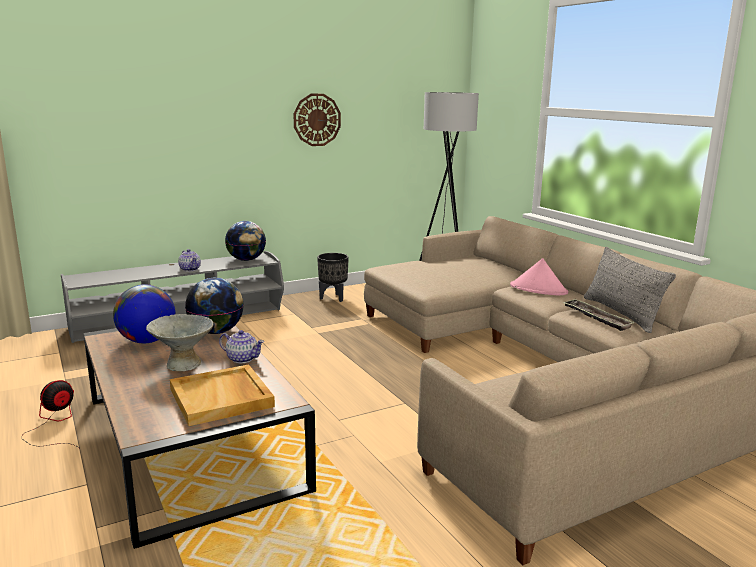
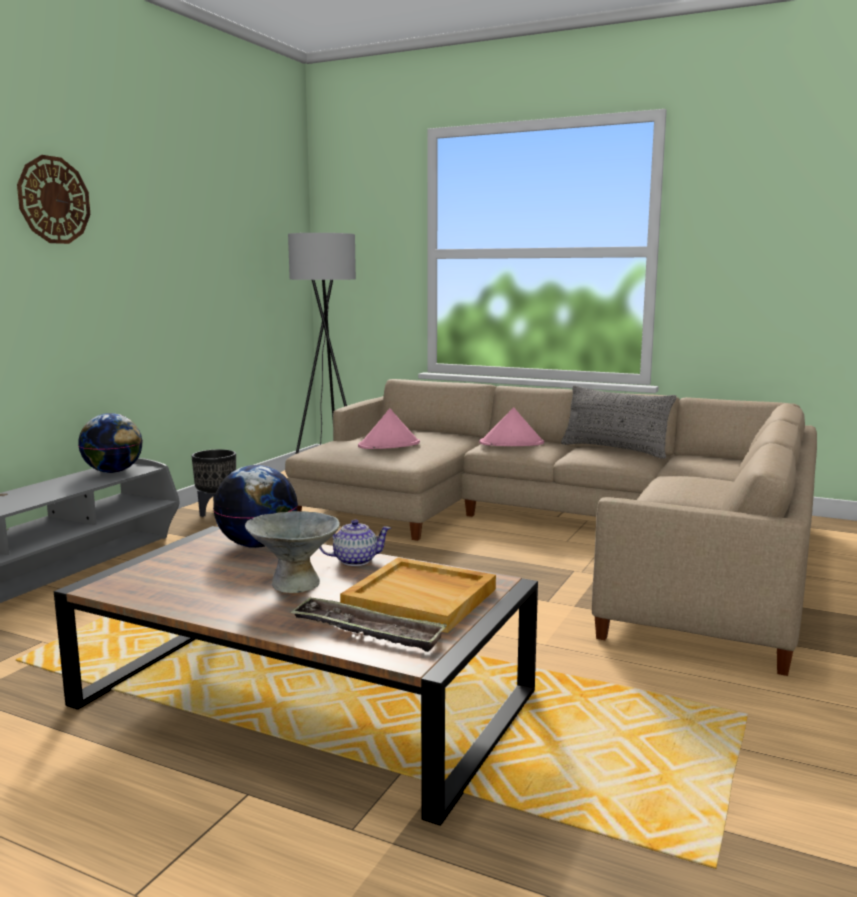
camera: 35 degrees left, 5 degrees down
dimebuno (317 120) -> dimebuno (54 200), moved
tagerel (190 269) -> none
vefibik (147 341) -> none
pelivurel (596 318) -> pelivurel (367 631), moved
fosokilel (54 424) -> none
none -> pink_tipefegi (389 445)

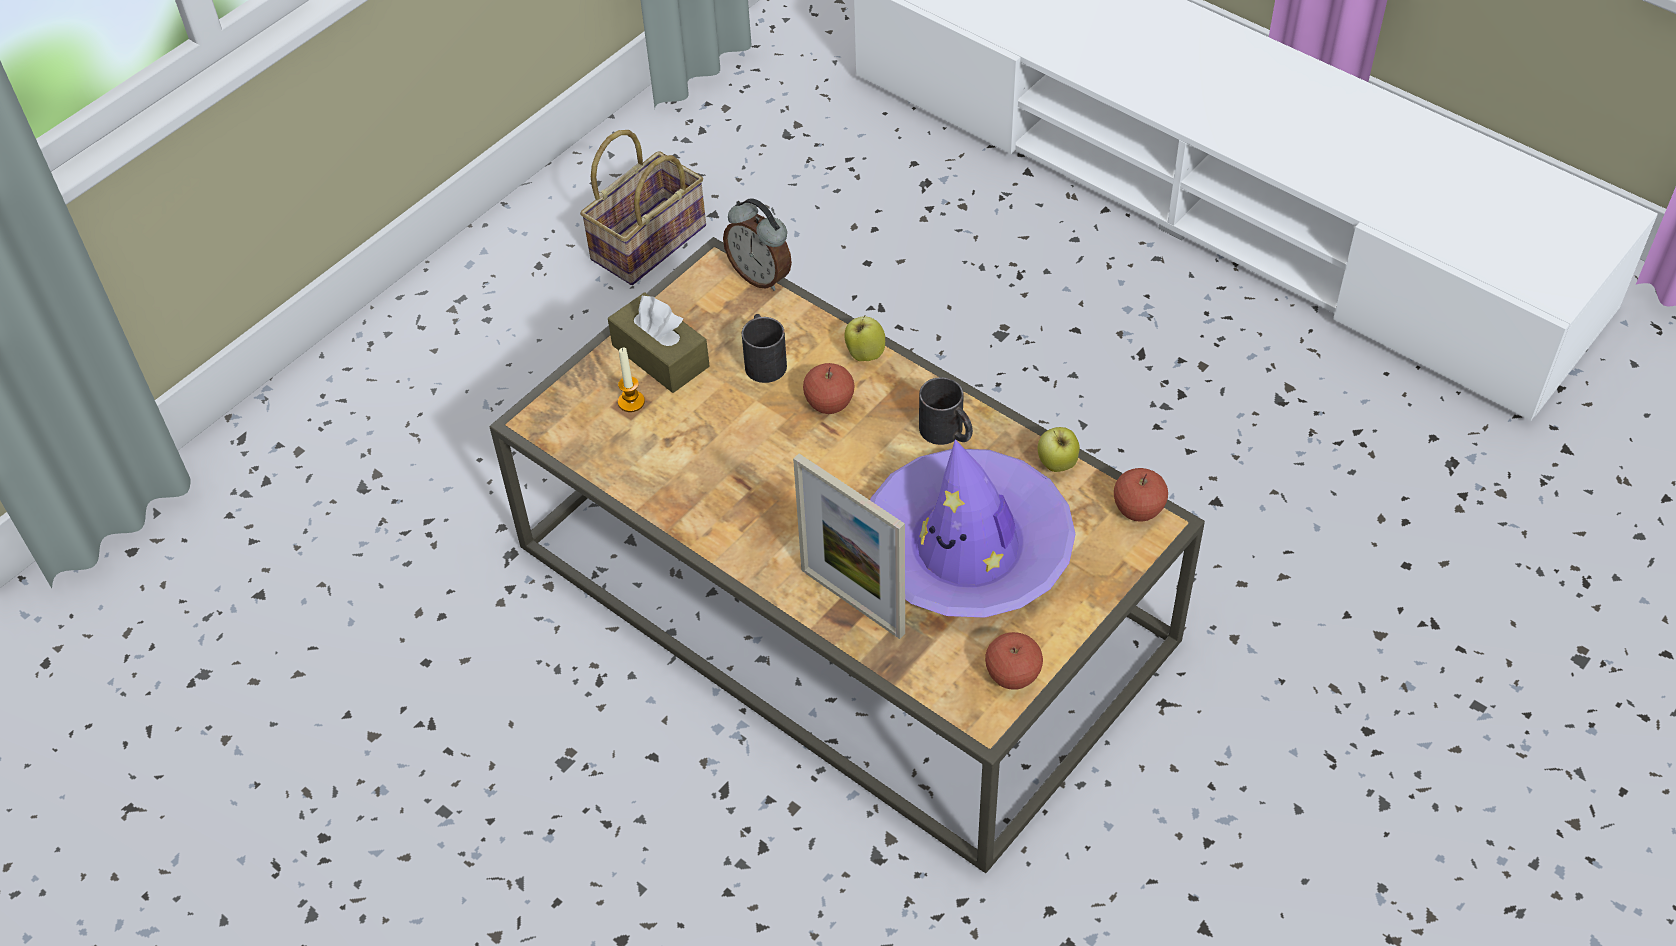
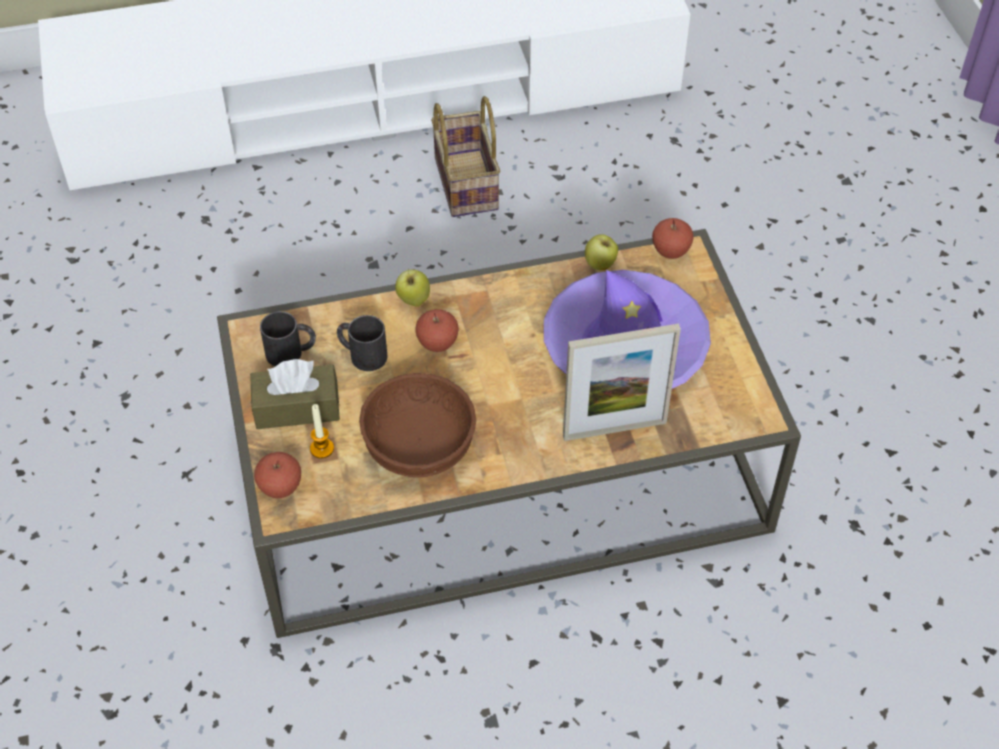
camera: 55 degrees left, 0 degrees up
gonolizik (649 240) -> gonolizik (463 182), moved
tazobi (761 276) -> none
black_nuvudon (947 433) -> black_nuvudon (291 352), moved
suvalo (1012 676) -> suvalo (280 487), moved
none -> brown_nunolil (417 445)

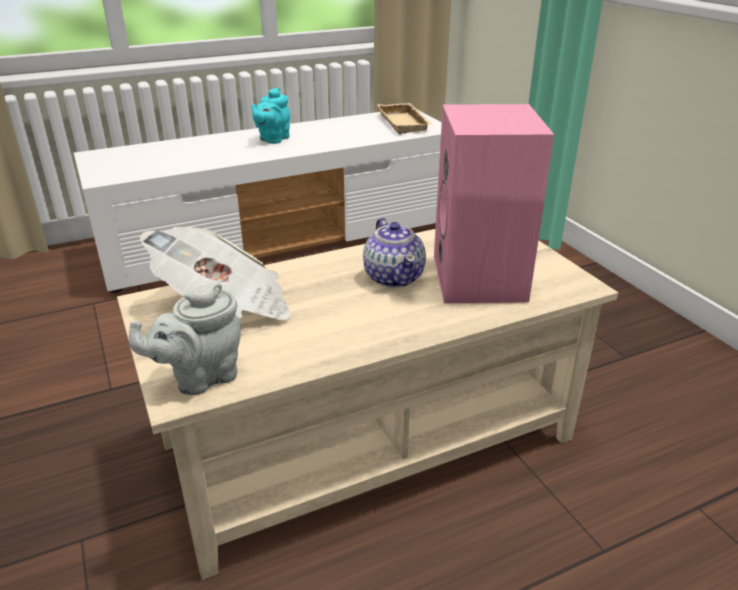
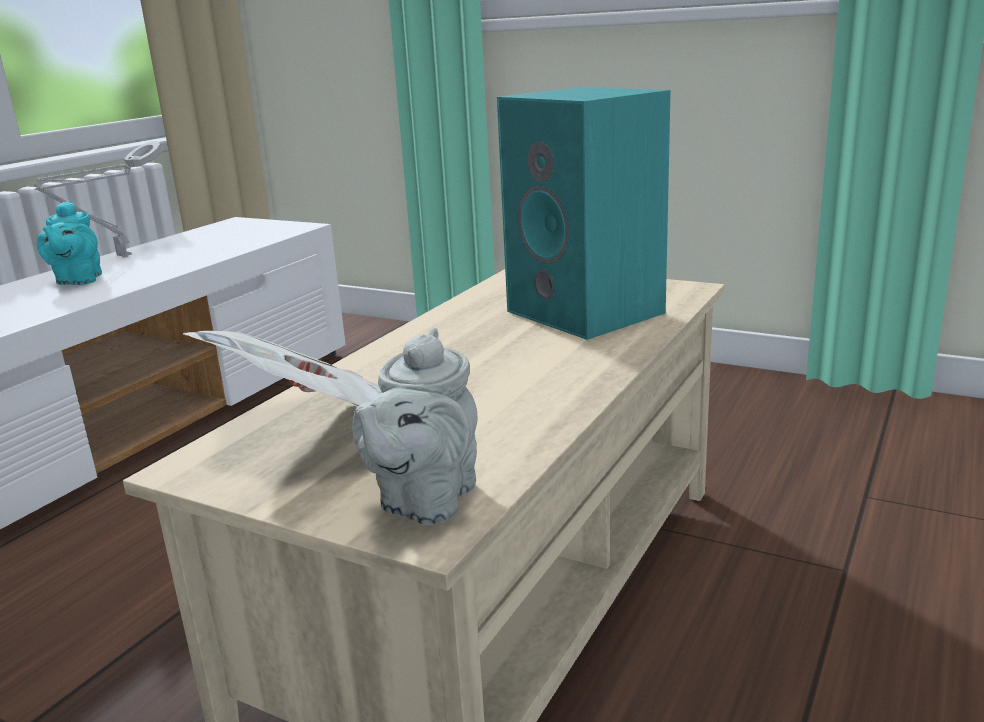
camera: 35 degrees left, 10 degrees down
beige_pelivurel (405 123) -> none
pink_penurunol (481 280) -> turquoise_penurunol (589 312)
tagerel (394 277) -> none
none -> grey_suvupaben (120 257)

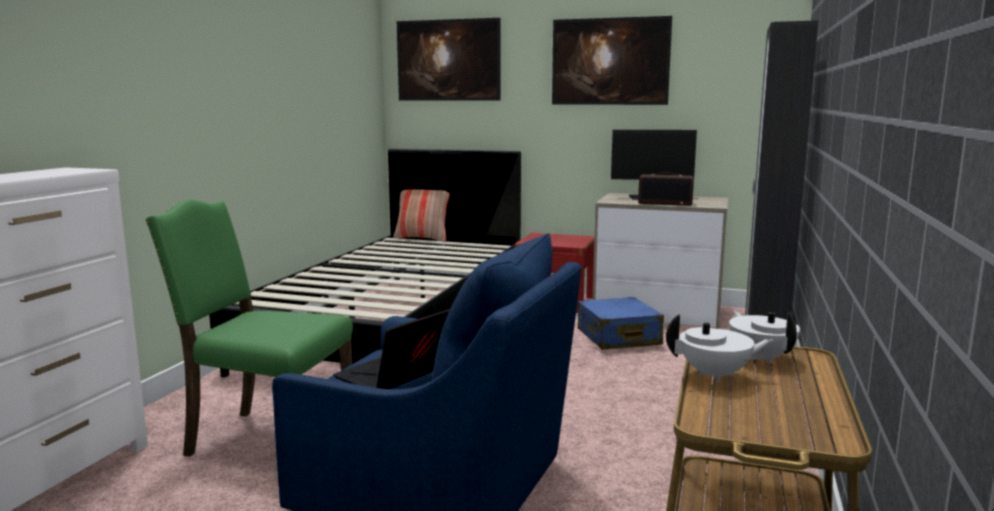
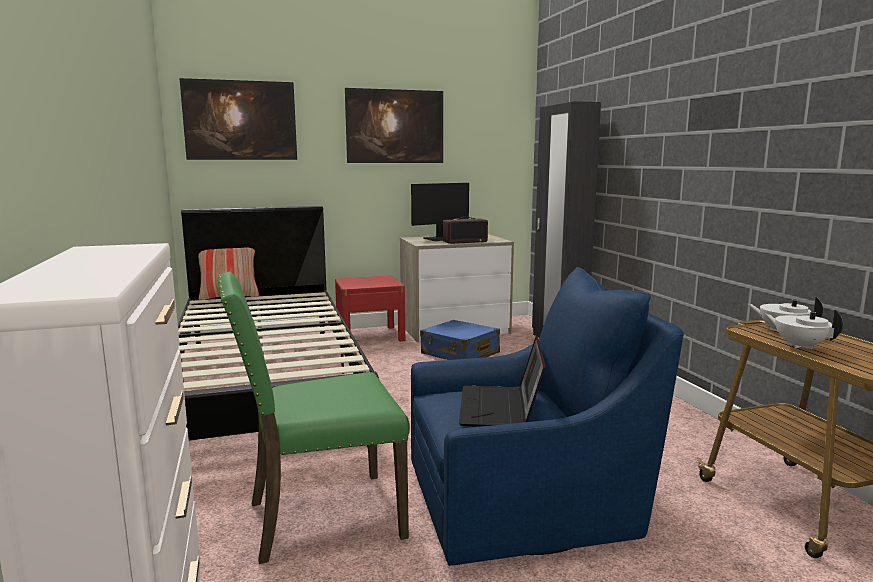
camera: 35 degrees left, 0 degrees up
white_tagerel (715 375) -> white_tagerel (799 346), 90 degrees counterclockwise

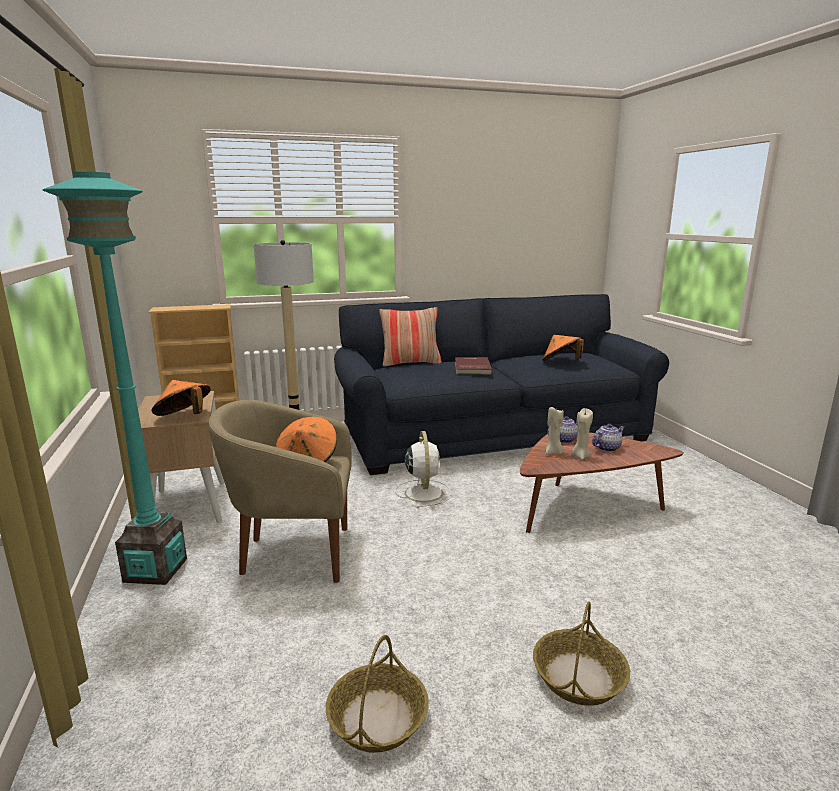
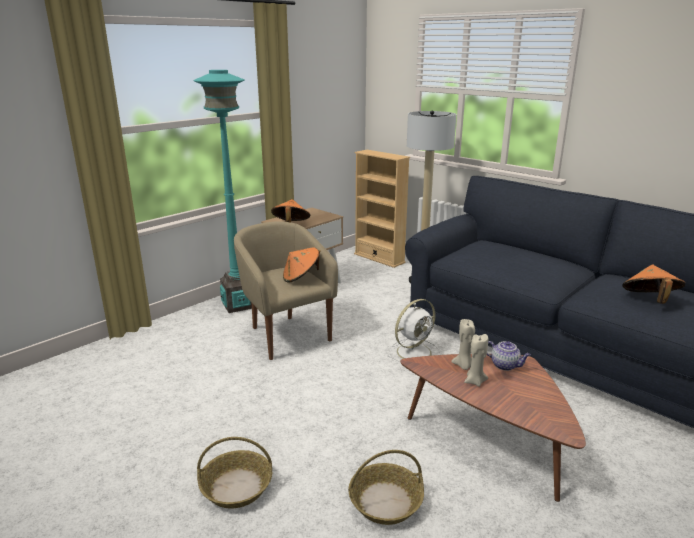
camera: 60 degrees right, 5 degrees up
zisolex (410 363) -> none
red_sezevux (471 368) -> none
tagerel (607 448) -> none
gonolizik (377 719) -> gonolizik (385 502), moved

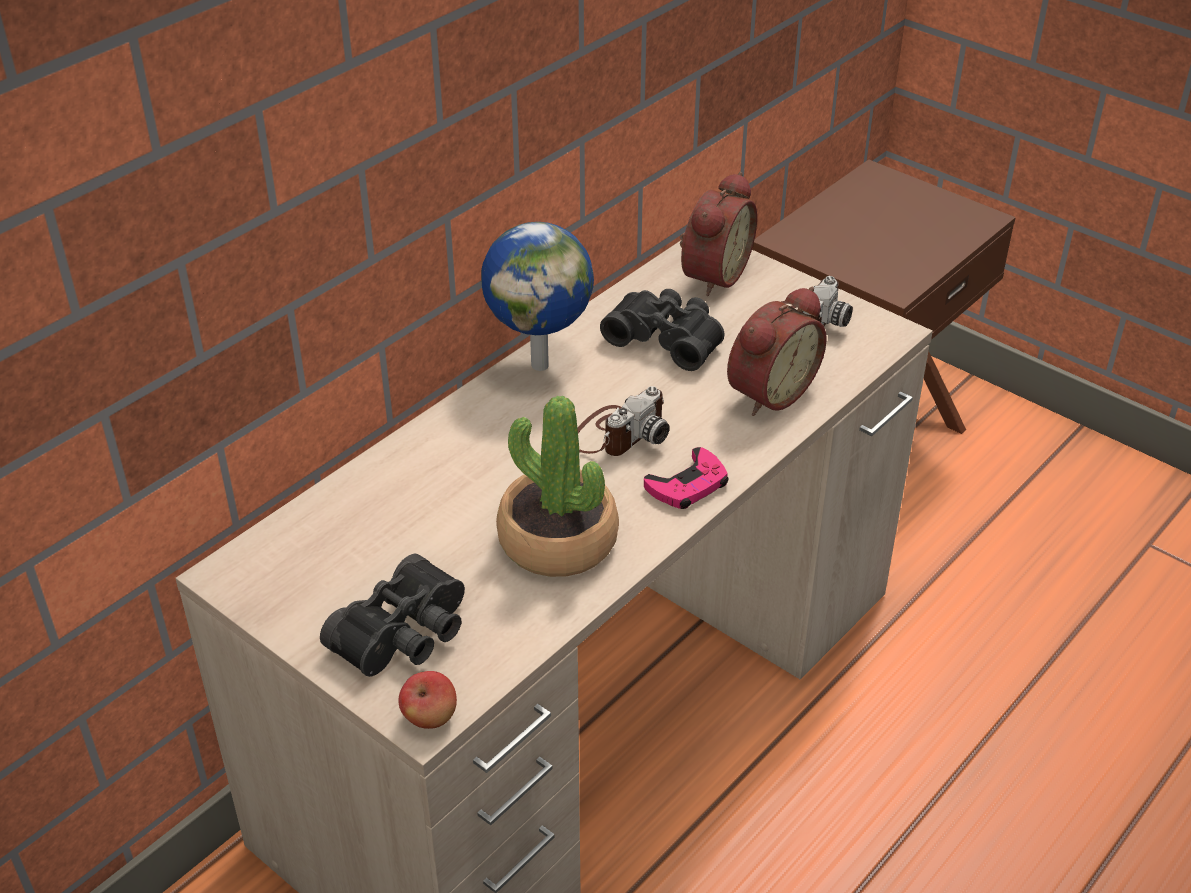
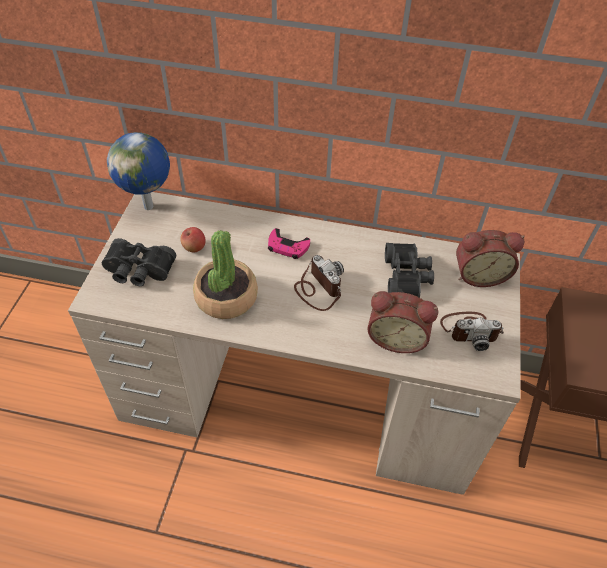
camera: 60 degrees right, 10 degrees up
vefibik (541 364) -> vefibik (150 206), moved
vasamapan (619 433) -> vasamapan (318 288), 135 degrees counterclockwise
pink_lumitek (688 485) -> pink_lumitek (287 247), moved
suvalo (430 717) -> suvalo (194 247), moved

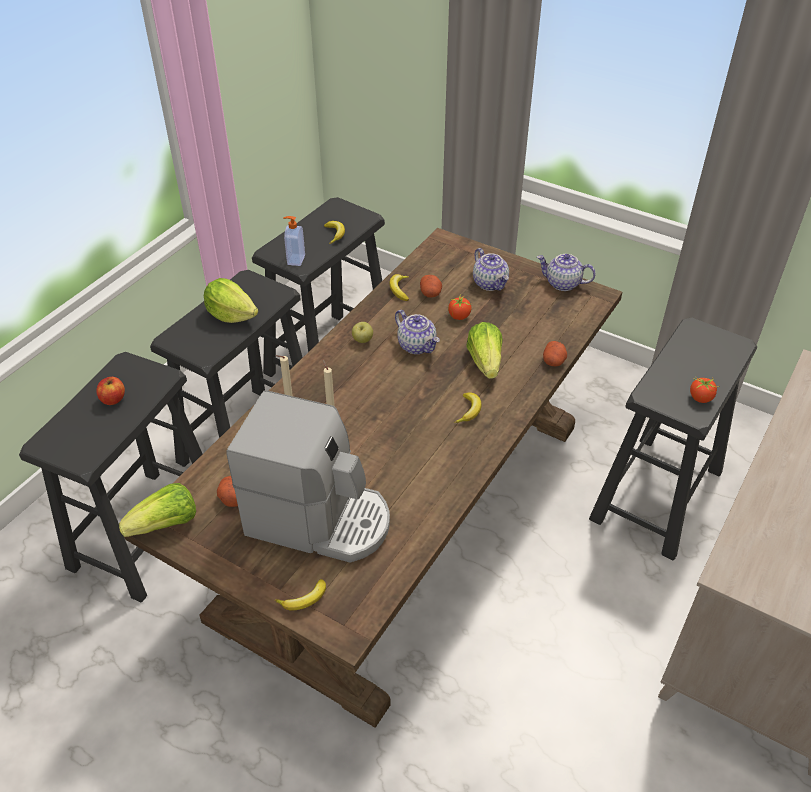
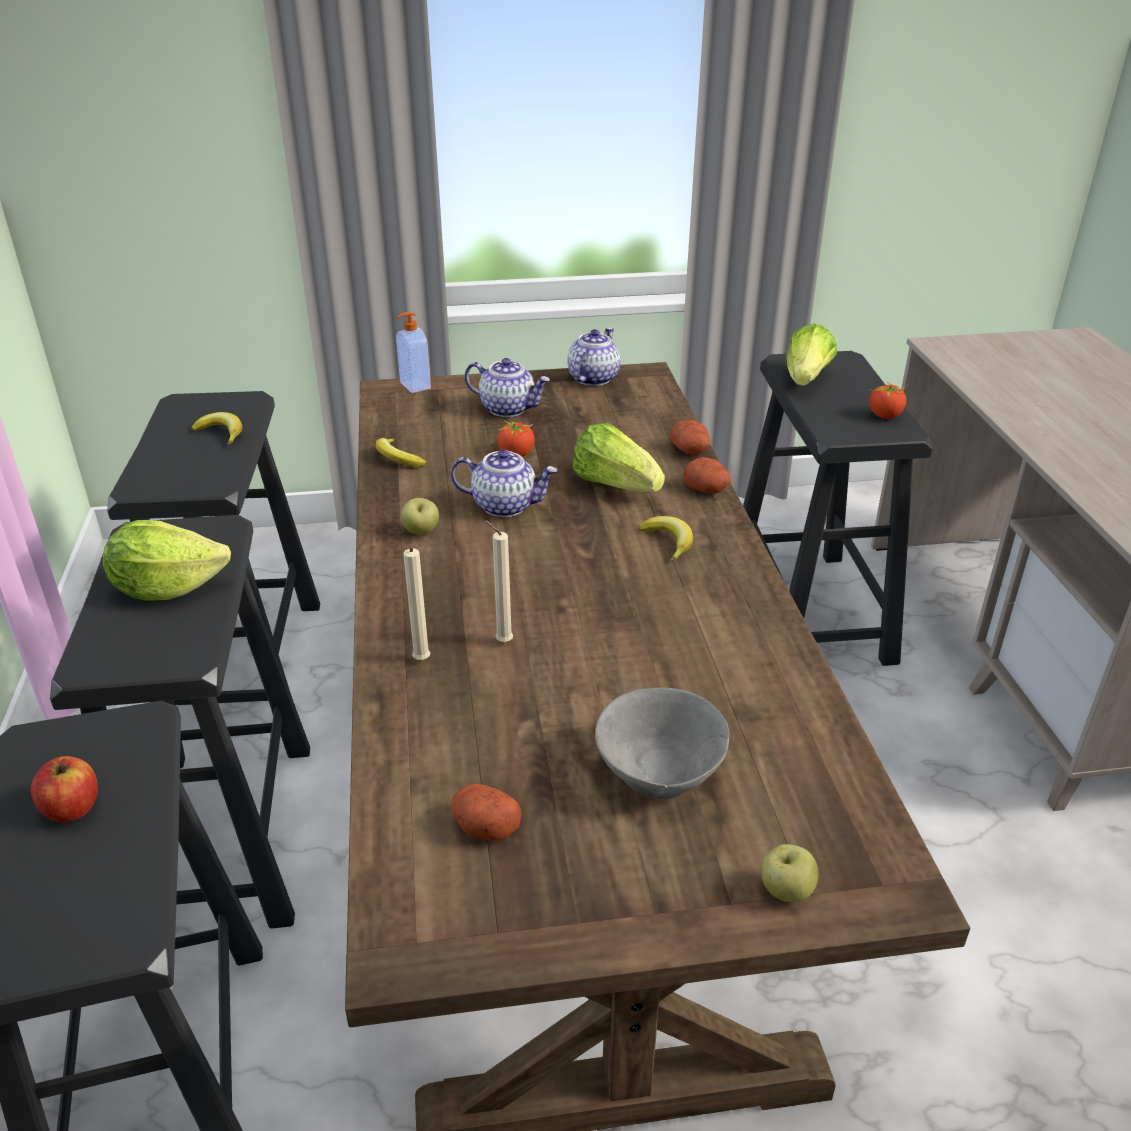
camera: 40 degrees left, 10 degrees down
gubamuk (295 260) -> gubamuk (414 386), moved
tagerel (562 284) -> tagerel (593 378), 135 degrees clockwise
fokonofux (431 293) -> fokonofux (707 489), moved
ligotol (319 519) -> grey_nunolil (657 772)
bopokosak (166 525) -> bopokosak (806 379), moved
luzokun (304 600) -> suvalo (786 891)

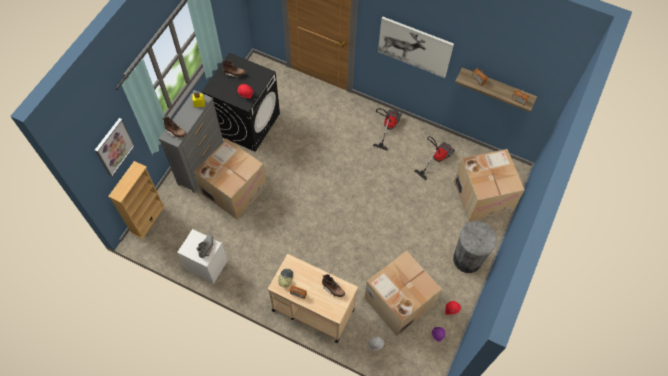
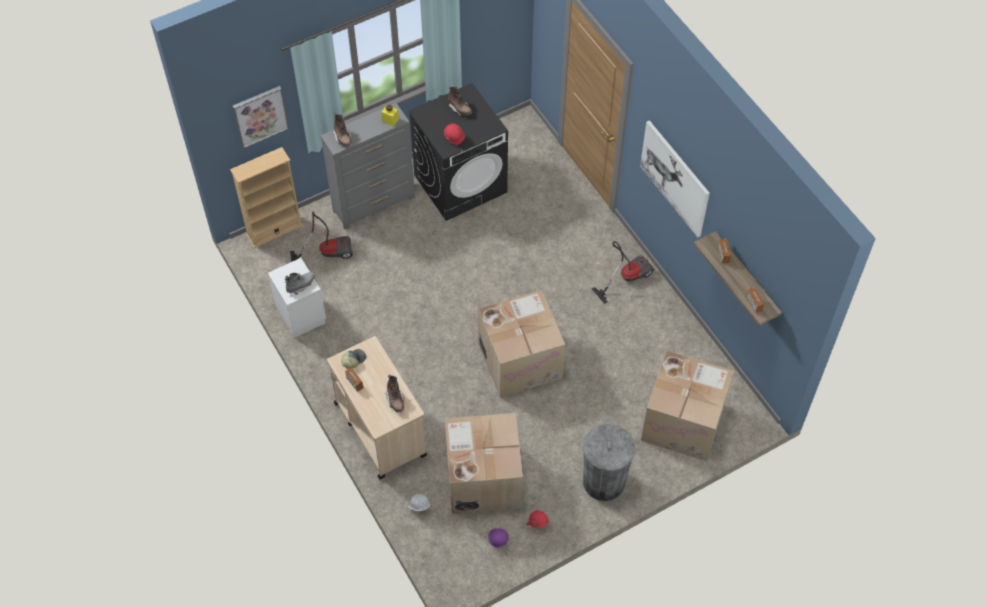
camera: 35 degrees right, 5 degrees down
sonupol (436 158) -> sonupol (327 252), moved
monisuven (234 189) -> monisuven (520 359), moved

